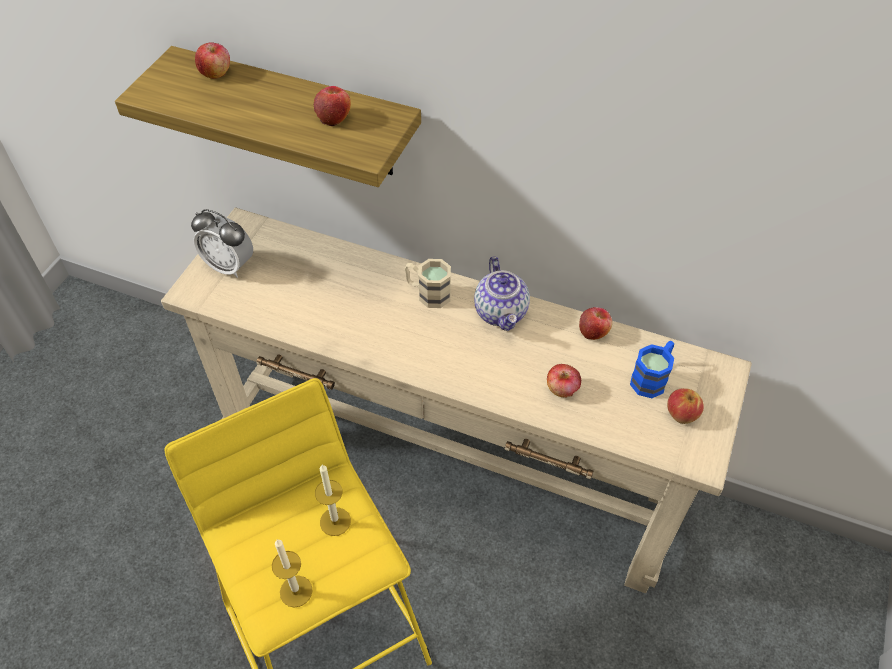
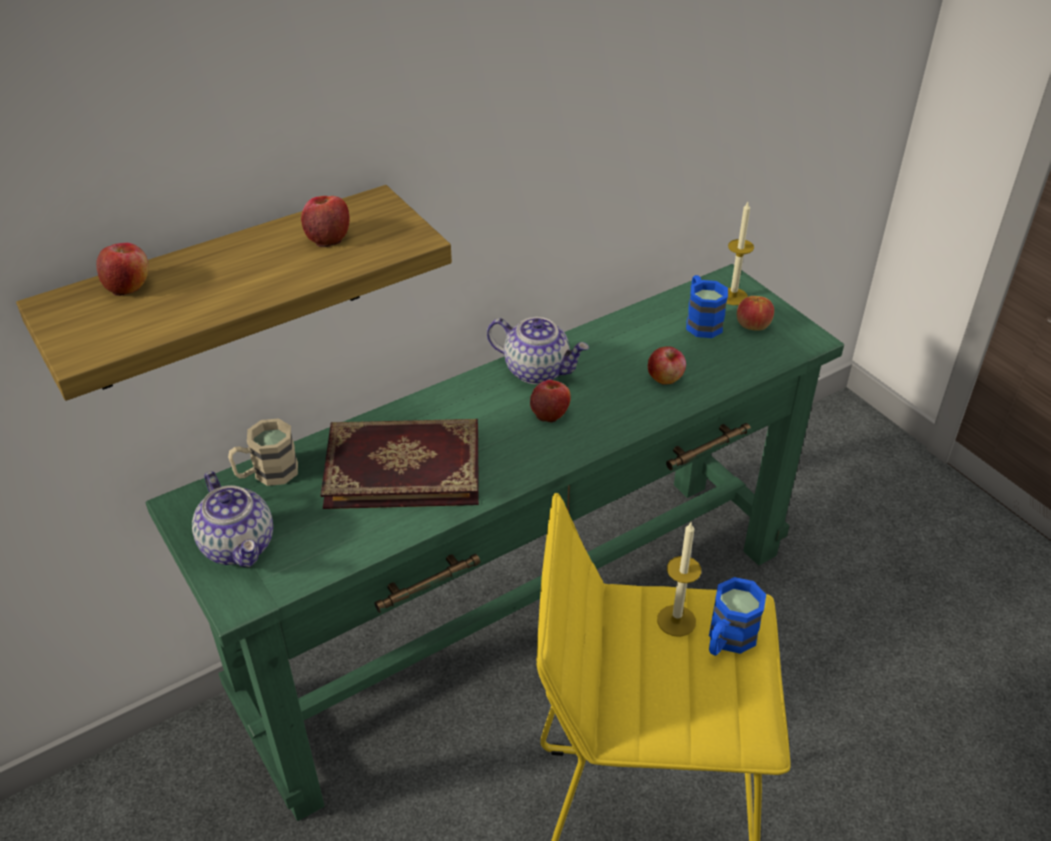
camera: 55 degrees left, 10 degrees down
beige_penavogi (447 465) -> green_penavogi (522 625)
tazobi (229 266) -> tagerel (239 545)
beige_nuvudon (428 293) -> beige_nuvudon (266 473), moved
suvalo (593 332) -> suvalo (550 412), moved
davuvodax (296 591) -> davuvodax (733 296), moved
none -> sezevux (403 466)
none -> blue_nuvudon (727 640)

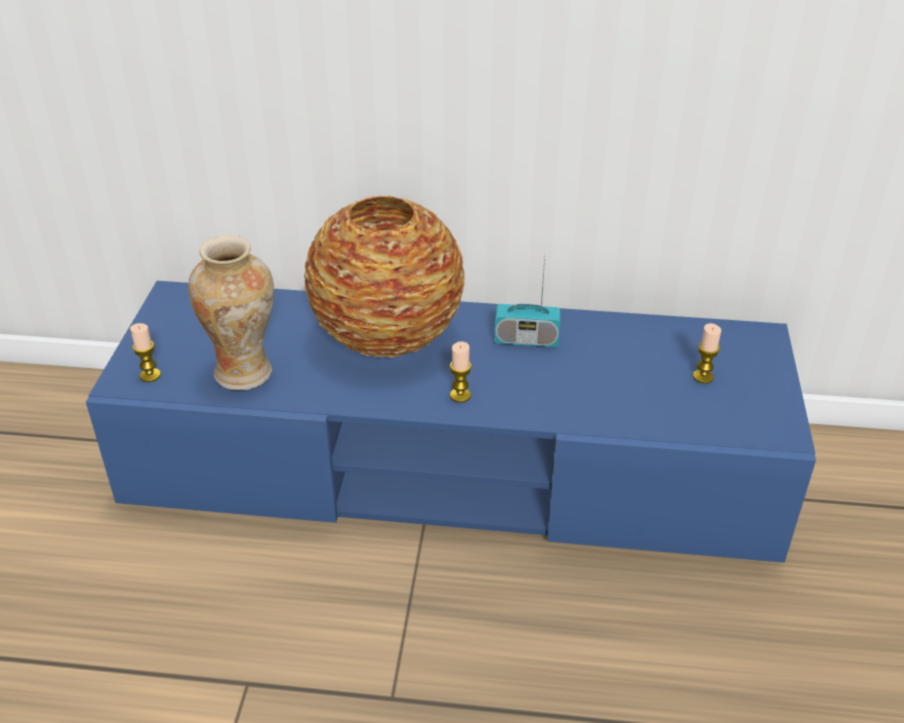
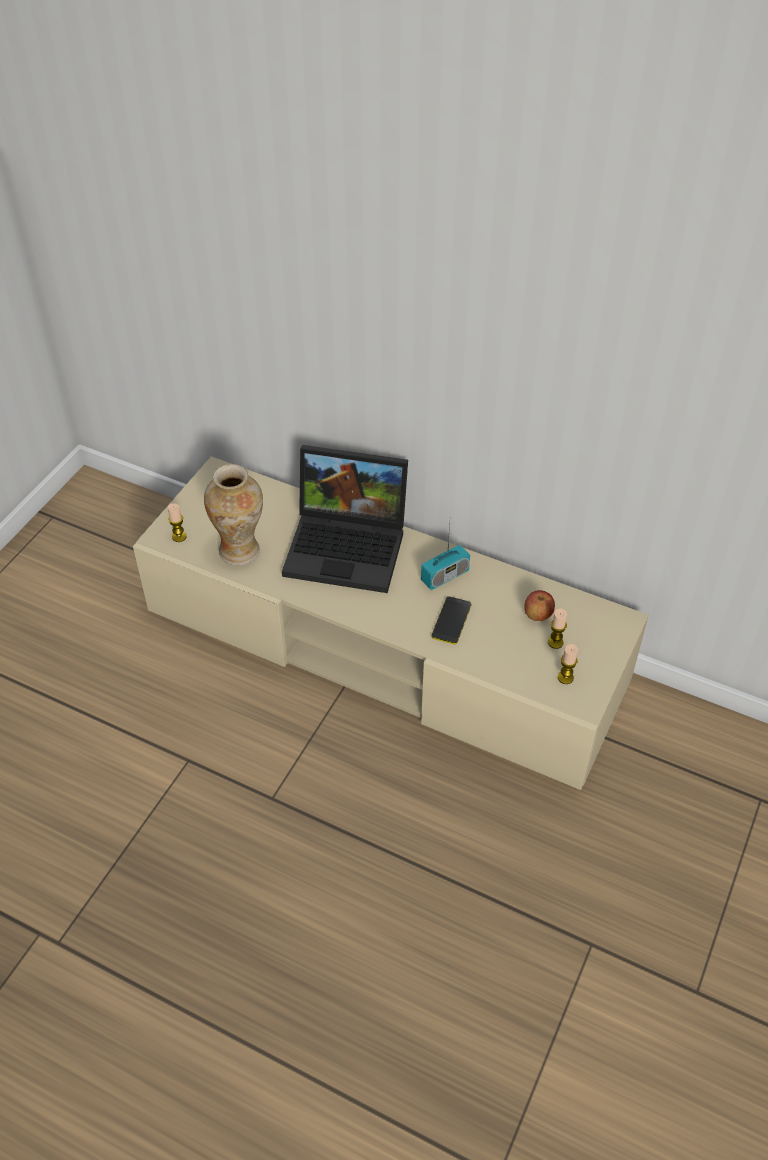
camera: 20 degrees right, 10 degrees up
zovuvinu (388 335) -> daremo (349 546)
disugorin (526 339) -> disugorin (445 576), 60 degrees counterclockwise
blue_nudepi (452 468) -> beige_nudepi (384 647)
davuvodax (460 395) -> davuvodax (565 677), moved
none -> suvalo (537 615)
none -> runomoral (451 621)

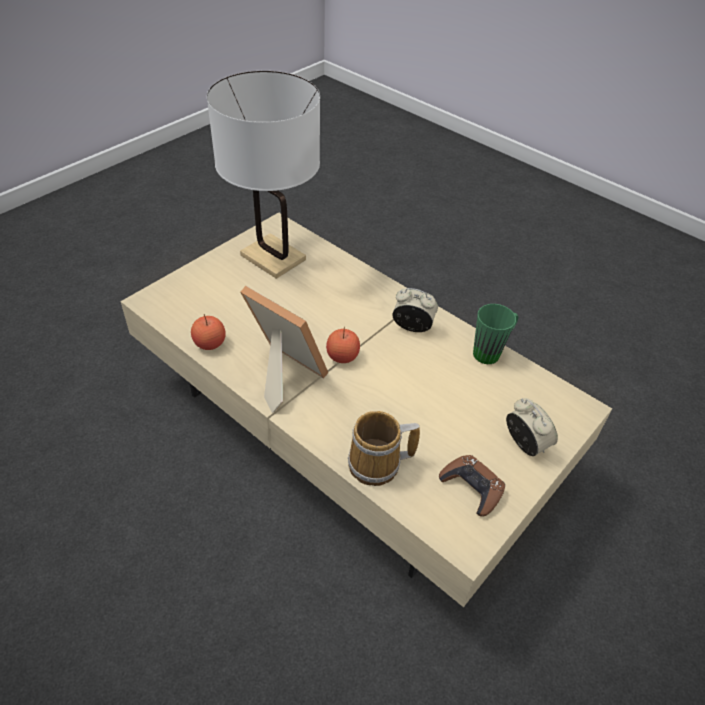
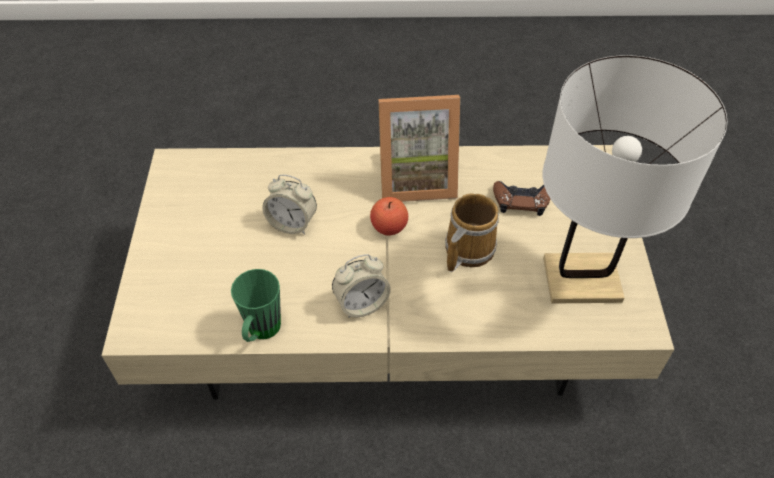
camera: 140 degrees right, 5 degrees up
suvalo (210 343) -> none
tazobi (525 444) -> tazobi (292 223), moved
nuvudon (378 465) -> nuvudon (466 249), moved
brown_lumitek (472 488) -> brown_lumitek (521 201), moved

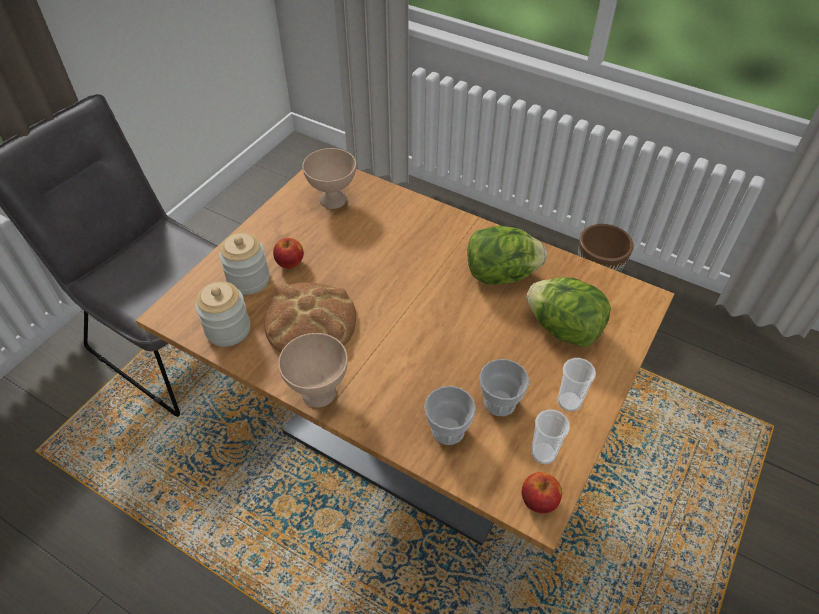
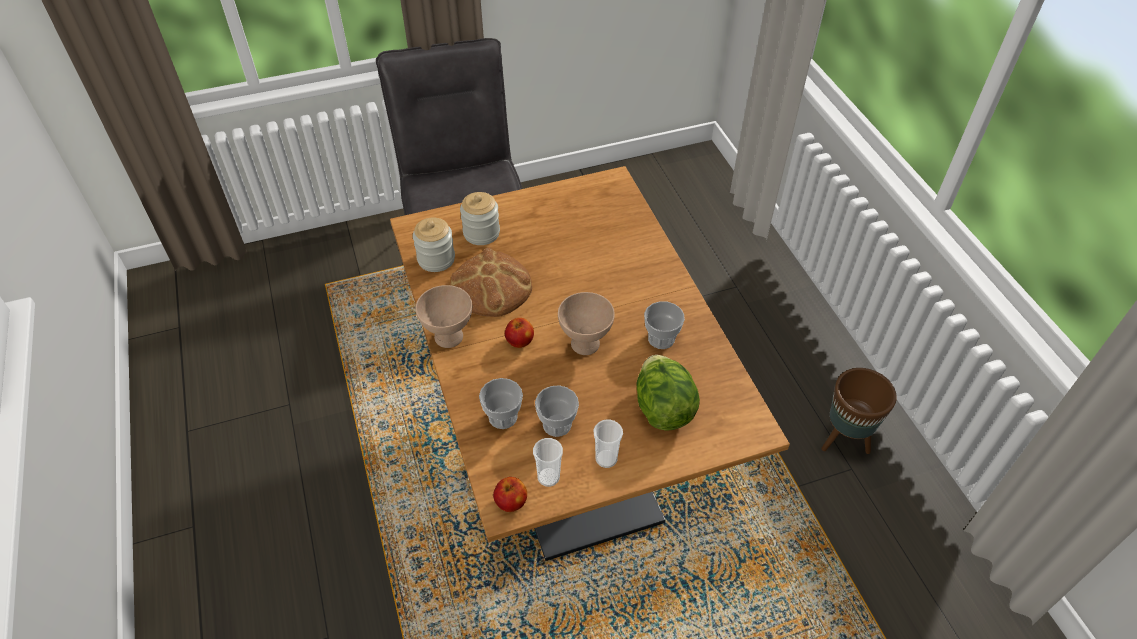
camera: 40 degrees right, 0 degrees up
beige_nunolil (332 200) -> beige_nunolil (584 344), moved
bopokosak (500 274) -> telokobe (661 338)
suvalo (290 263) -> suvalo (519 341), moved

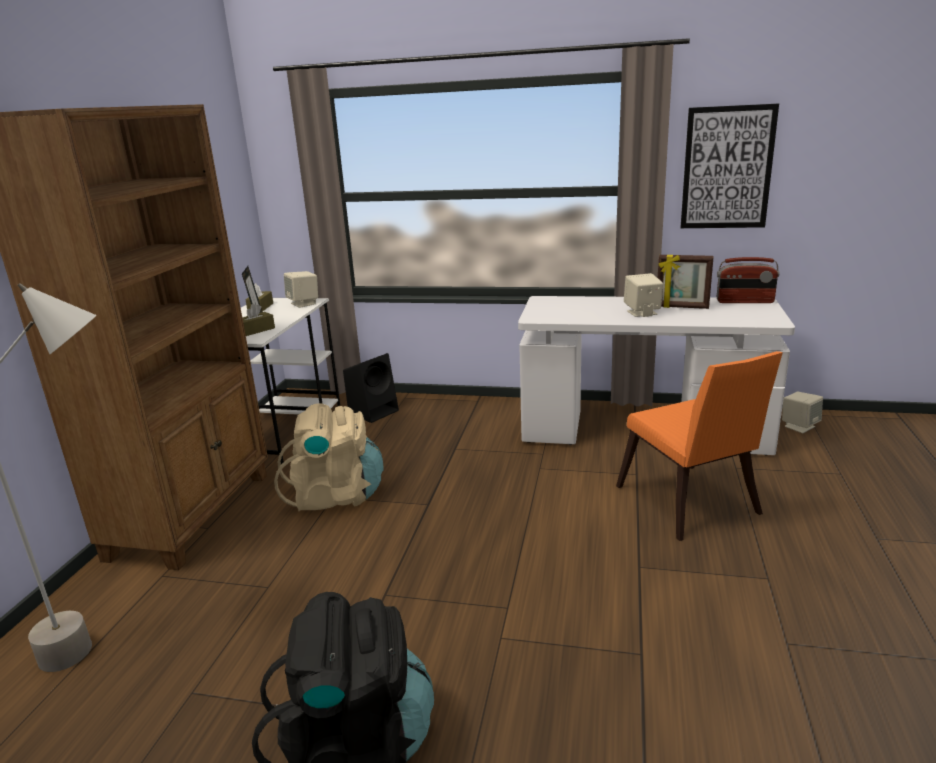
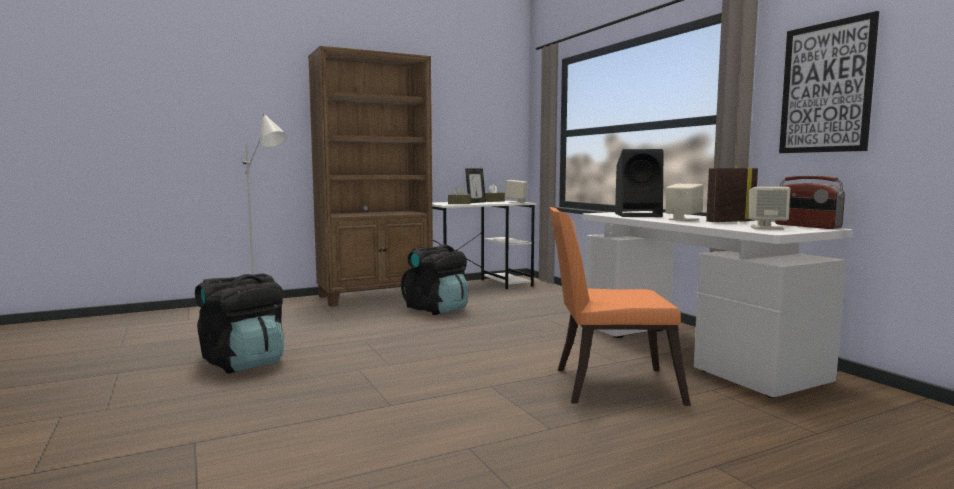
camera: 50 degrees right, 15 degrees down
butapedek (682 307) -> butapedek (729 222), 90 degrees clockwise
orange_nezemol (690 505) -> orange_nezemol (608 385), 60 degrees clockwise
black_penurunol (374 411) -> black_penurunol (639 215), moved
beige_penurunol (799 426) -> beige_penurunol (766 227), moved
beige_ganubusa (336 495) -> black_ganubusa (437 309)

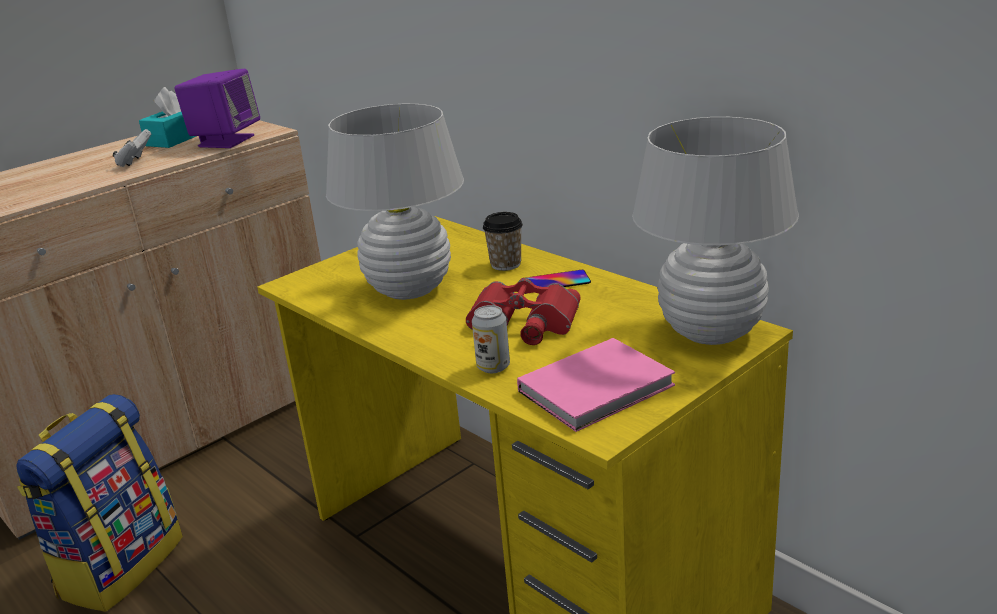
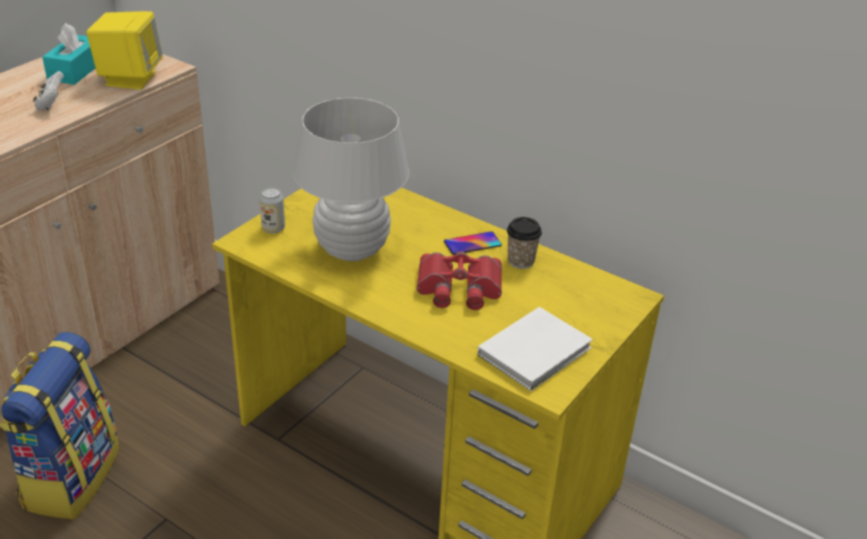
camera: 15 degrees left, 10 degrees up
purple_penurunol (226 141) -> yellow_penurunol (130 78)
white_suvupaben (711 332) -> none
telokobe (505 264) -> telokobe (520 261), moved
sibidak (493 367) -> sibidak (273 228), moved
pink_sezevux (600 388) -> white_sezevux (537 351)

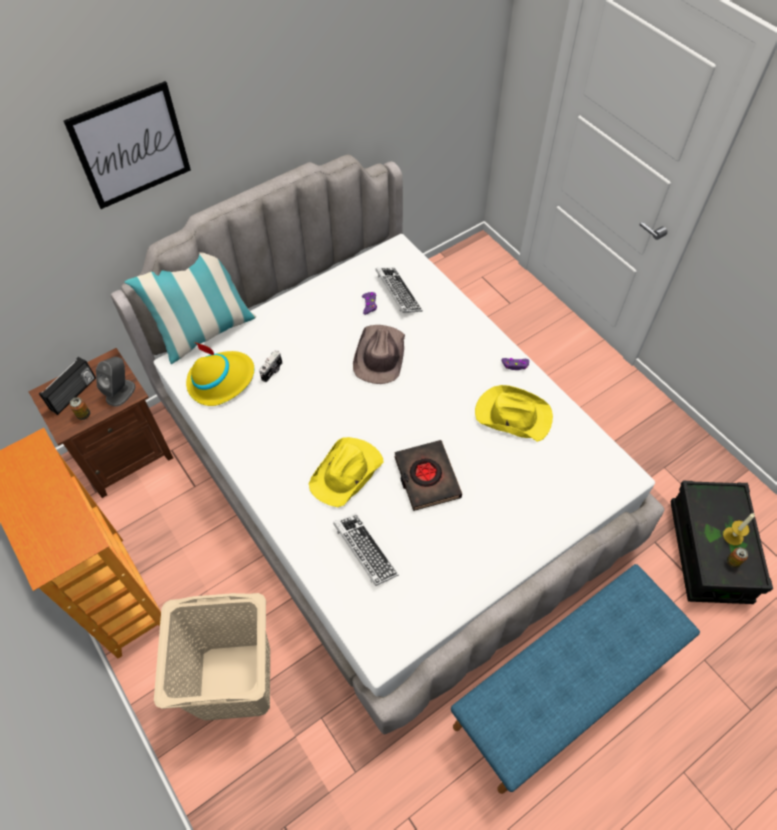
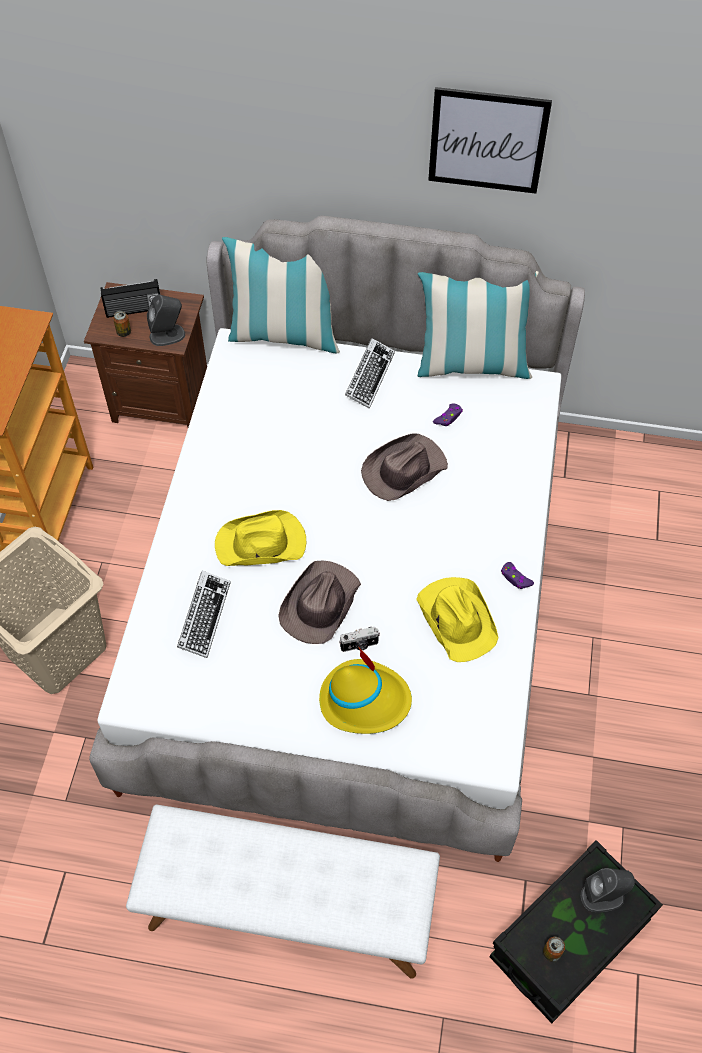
camera: 45 degrees right, 0 degrees up
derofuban (131 146) -> derofuban (487 141), moved
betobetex (398 293) -> betobetex (369 376), moved
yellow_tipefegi (221 380) -> yellow_tipefegi (364 700), moved
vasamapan (273 371) -> vasamapan (359 645), moved
black_sezevux (426 477) -> brown_tipefegi (319 604)
davuvodax (733 536) -> none
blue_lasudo (561 688) -> white_lasudo (289 907)
none -> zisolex (472 365)
none -> grey_penurunol (603 896)

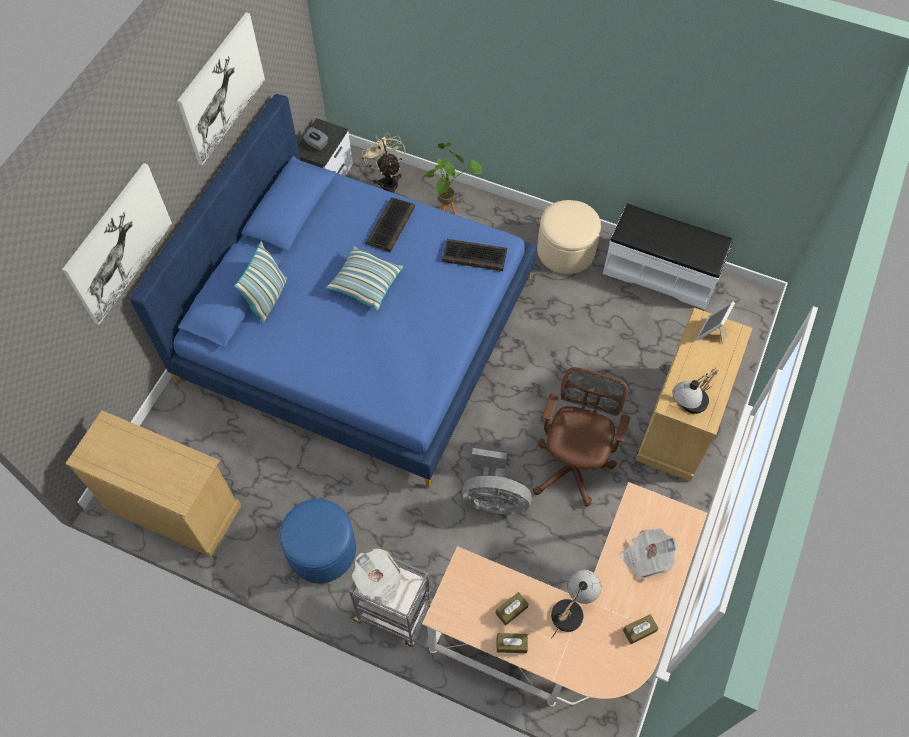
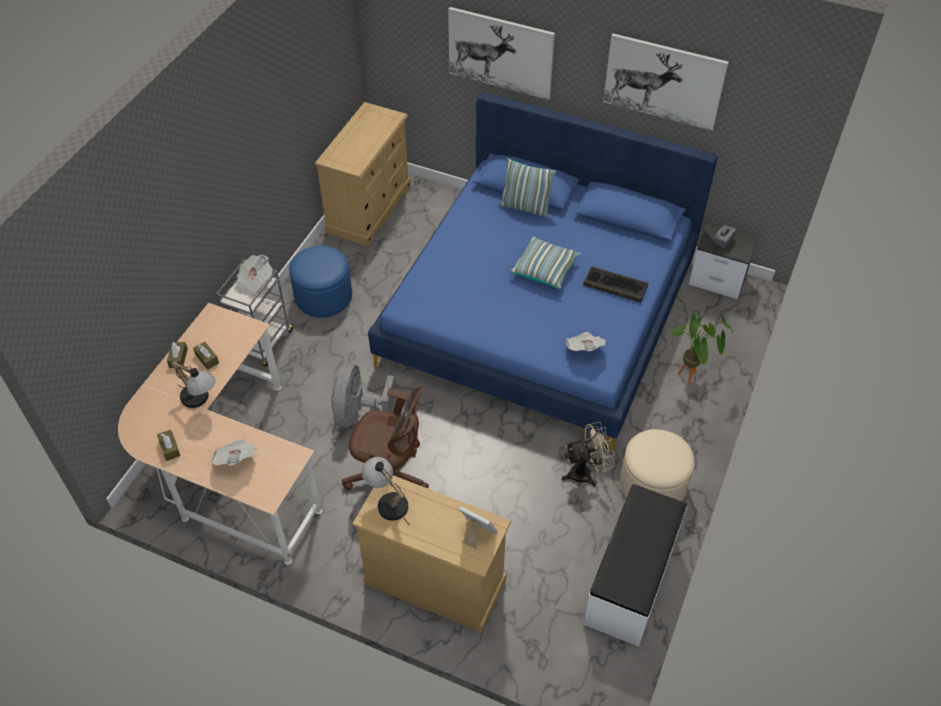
camera: 90 degrees right, 10 degrees down
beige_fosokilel (388 181) -> beige_fosokilel (586 473), moved
betobetex (474 256) -> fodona (584 348)

